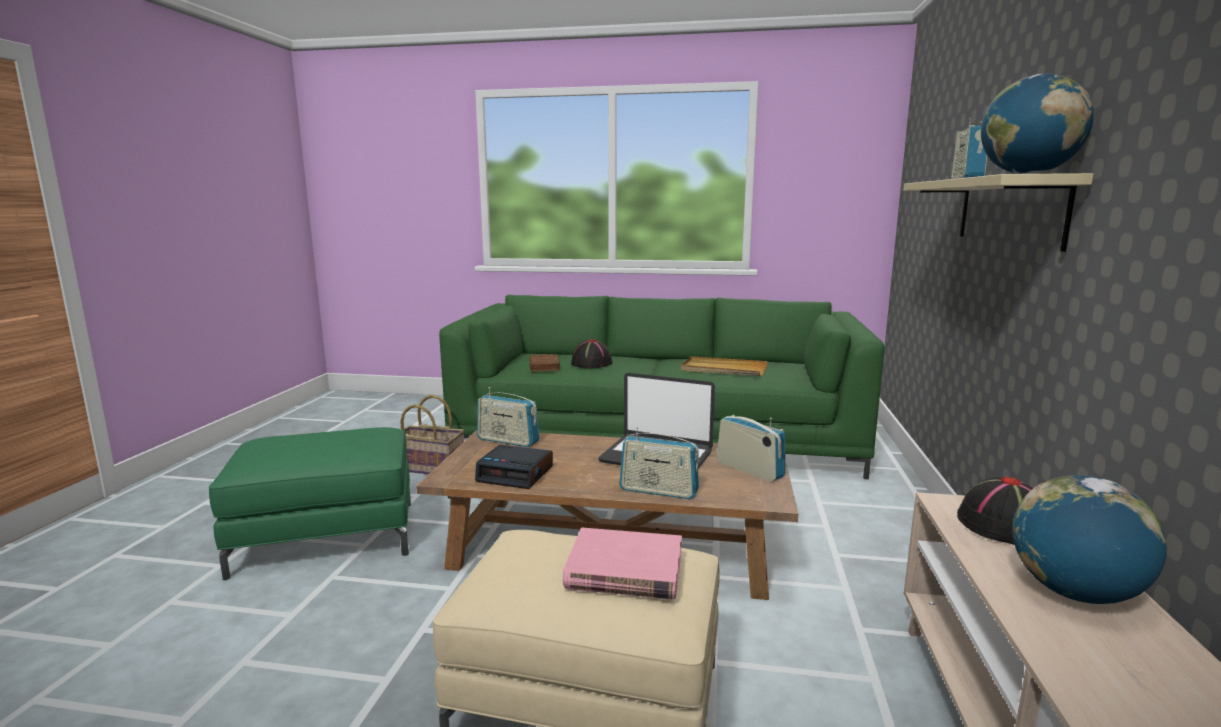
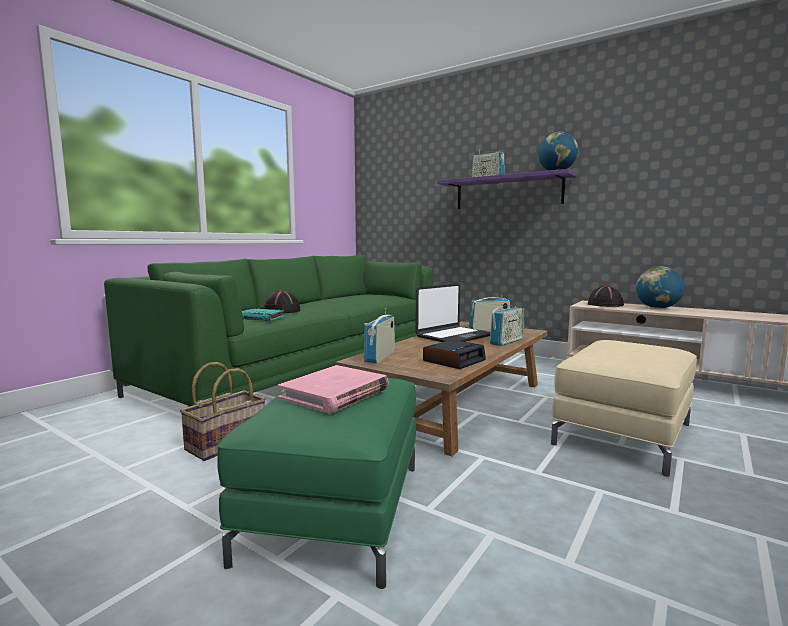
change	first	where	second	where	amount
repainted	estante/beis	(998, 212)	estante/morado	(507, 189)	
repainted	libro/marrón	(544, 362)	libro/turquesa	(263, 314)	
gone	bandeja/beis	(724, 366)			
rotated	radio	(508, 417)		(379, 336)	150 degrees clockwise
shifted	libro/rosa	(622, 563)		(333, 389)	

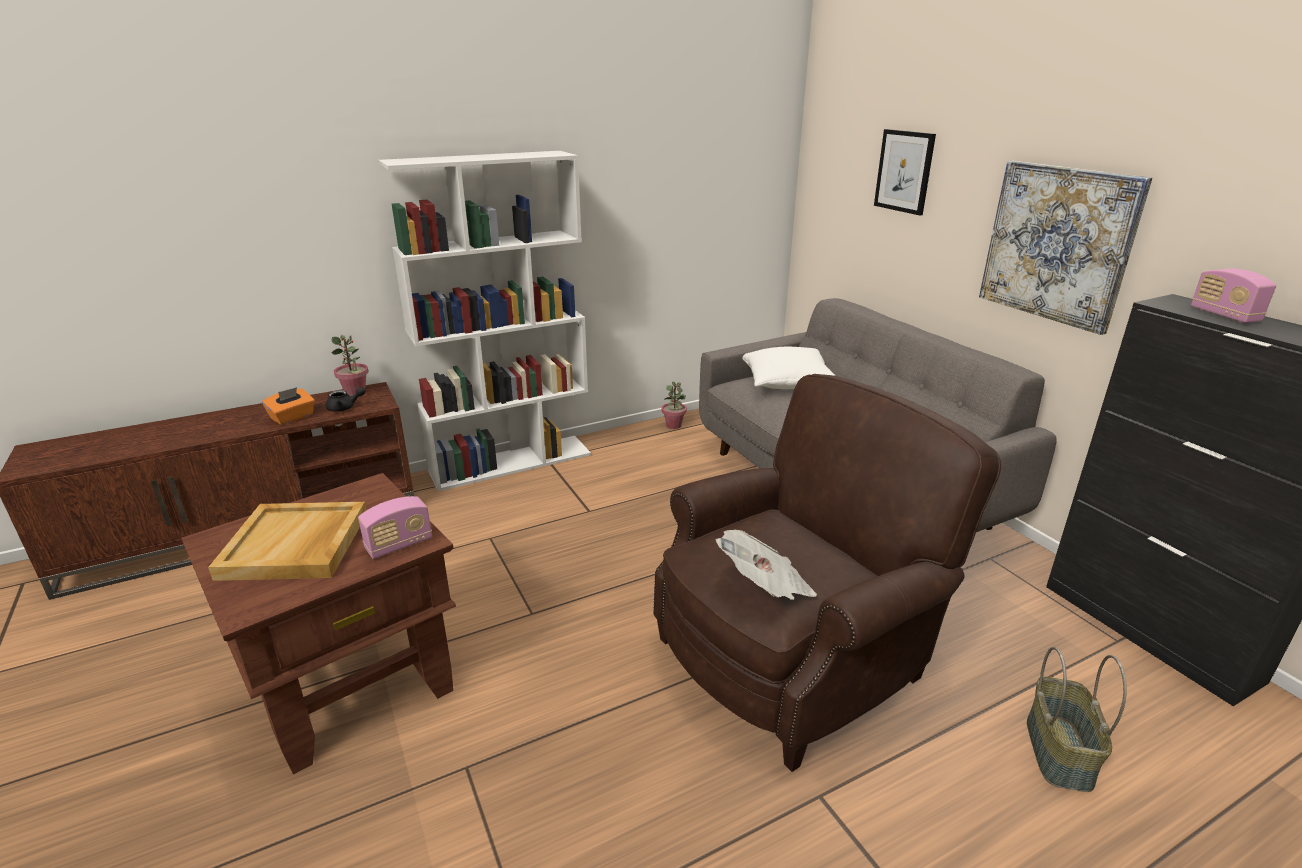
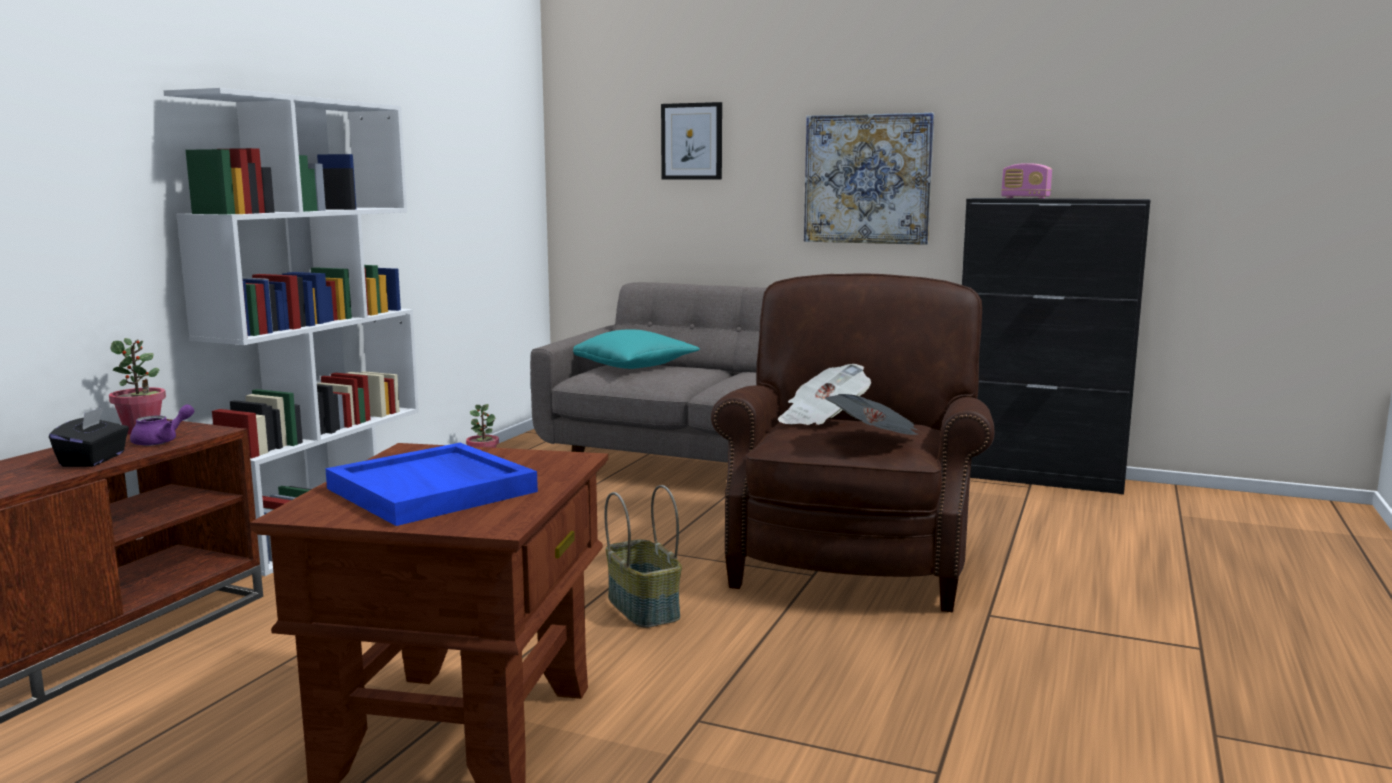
change	first	where	second	where	amount
repainted	cojín/blanco	(789, 368)	cojín/turquesa	(636, 349)	
repainted	caja de pañuelos/naranja	(288, 406)	caja de pañuelos/negro	(89, 437)	
repainted	tetera/negro	(346, 399)	tetera/morado	(162, 425)	
gone	radio	(395, 527)			
repainted	bandeja/beis	(287, 541)	bandeja/azul	(431, 484)	
shifted	cesta	(1077, 719)		(643, 556)	
new			periódico	(824, 394)	

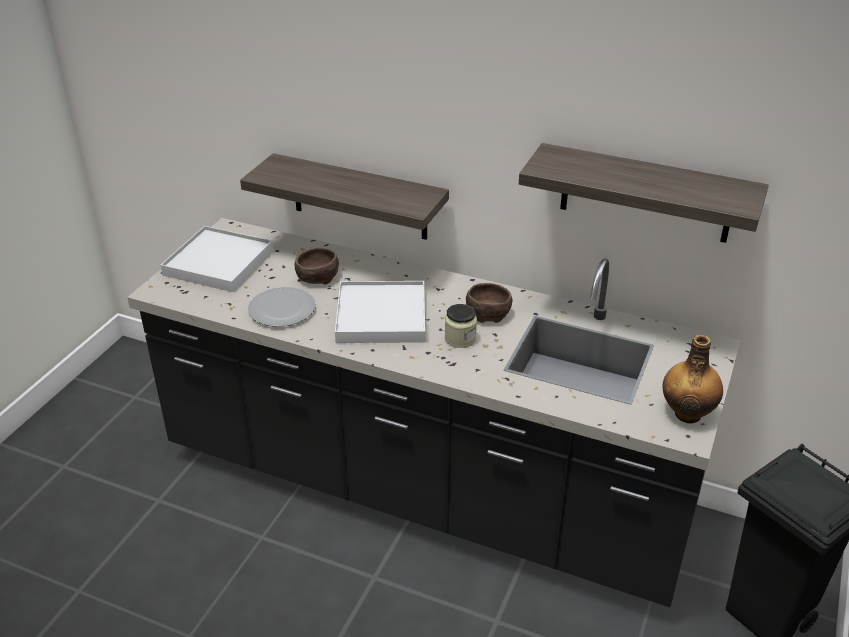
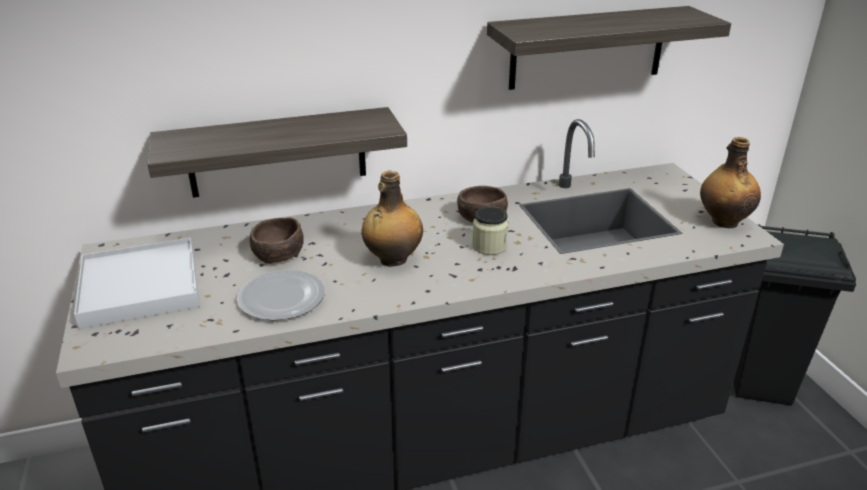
change	first	where	second	where	amount
swapped	bandeja/blanco	(380, 312)	botella	(392, 218)	

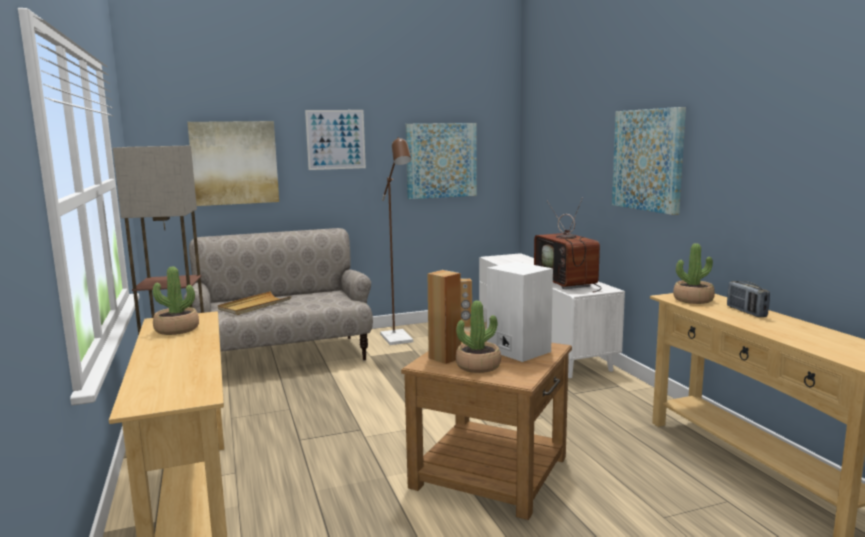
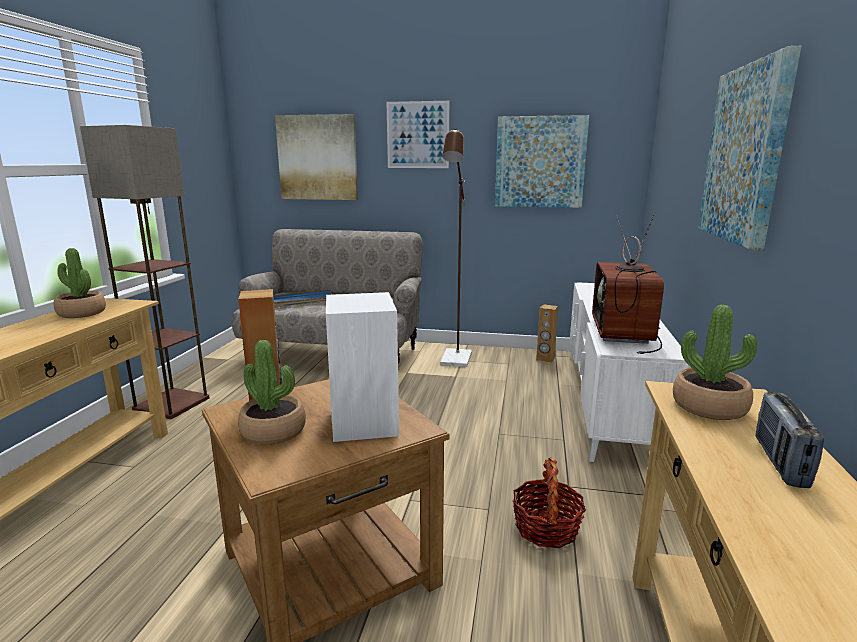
change	first	where	second	where	amount
repainted	bandeja/beis	(254, 303)	bandeja/azul	(302, 298)	
new			cesta	(549, 502)	

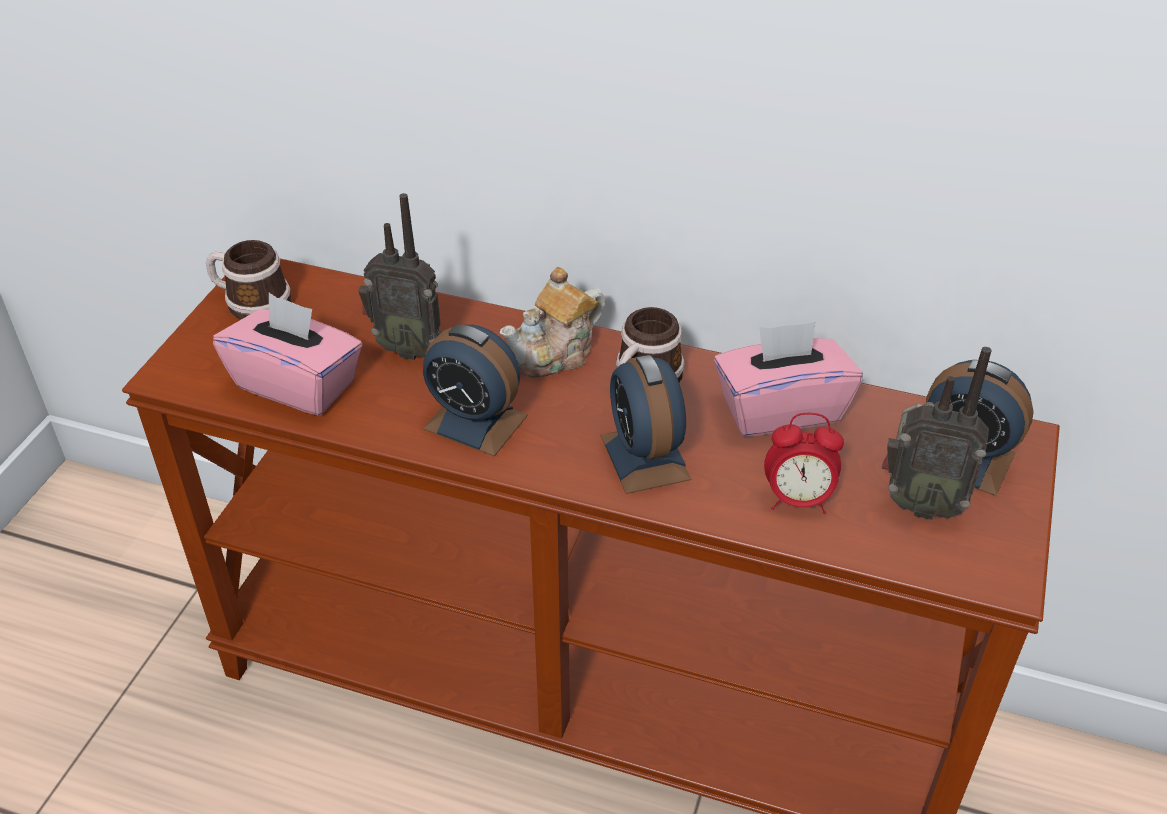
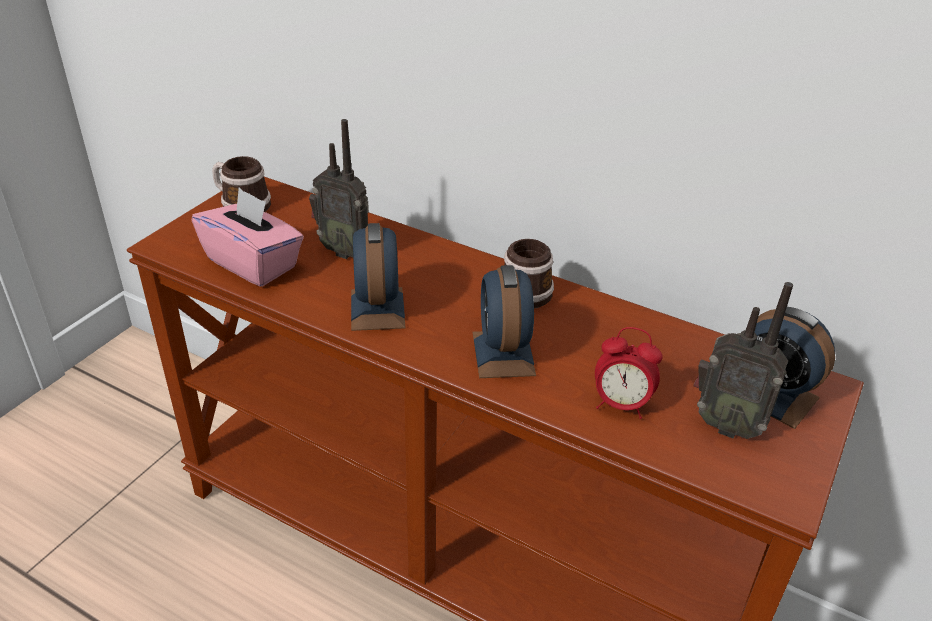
change	first	where	second	where	amount
gone	tetera	(552, 322)			
gone	caja de pañuelos/rosa	(788, 379)			
rotated	despertador	(475, 390)		(378, 277)	45 degrees clockwise

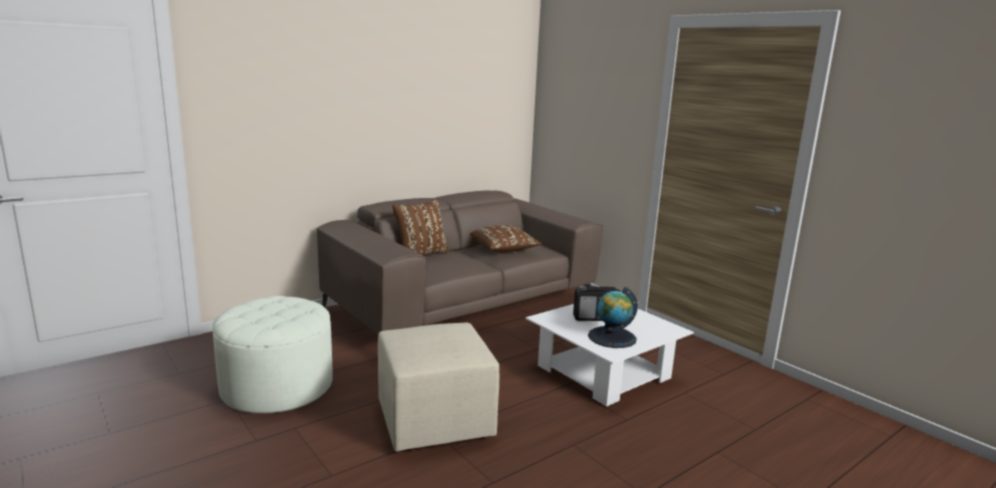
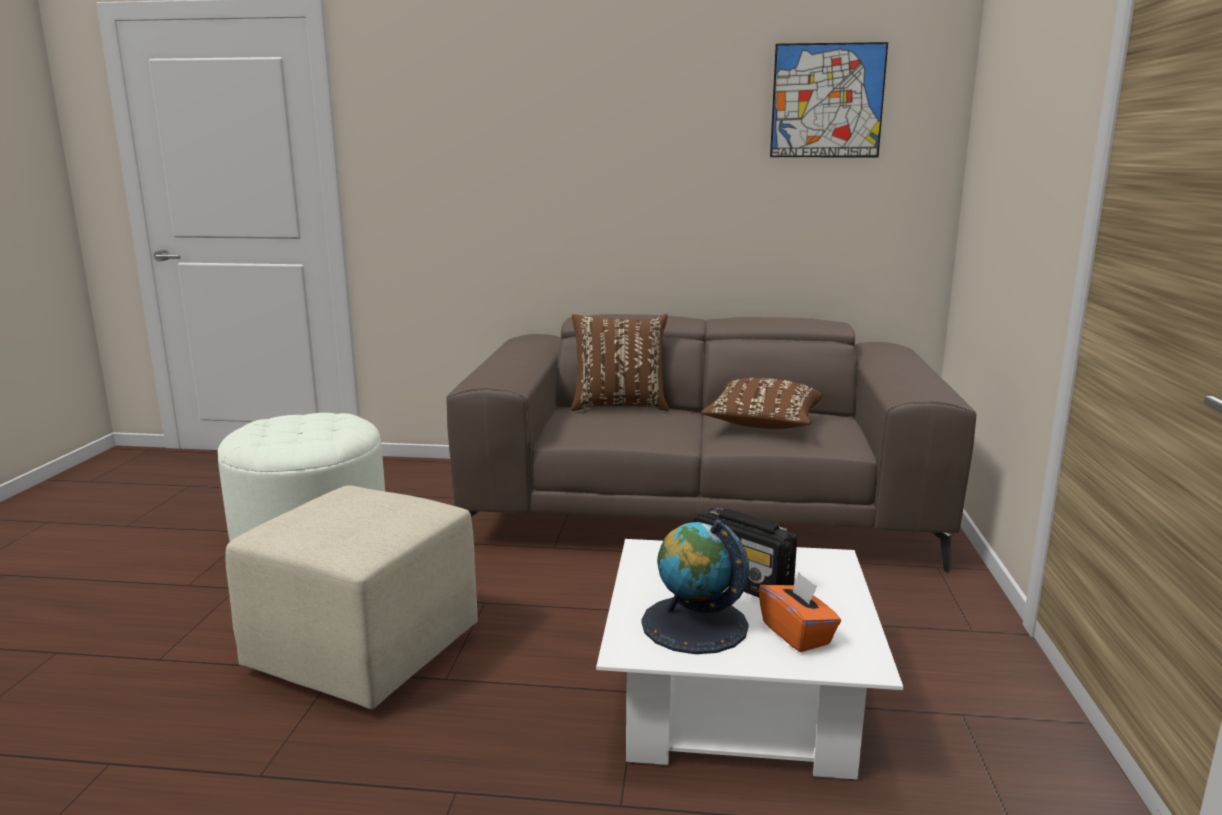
change	first	where	second	where	amount
new			cuadro	(829, 99)	
new			caja de pañuelos/naranja	(799, 612)	

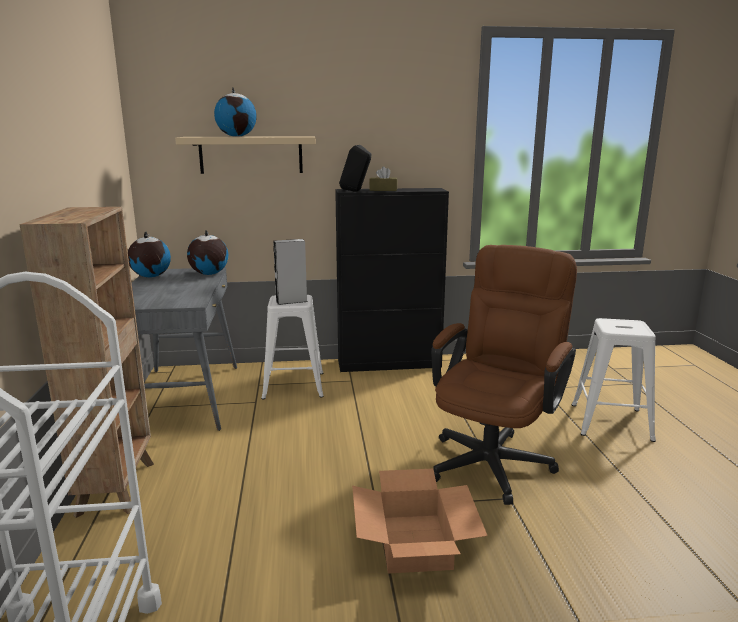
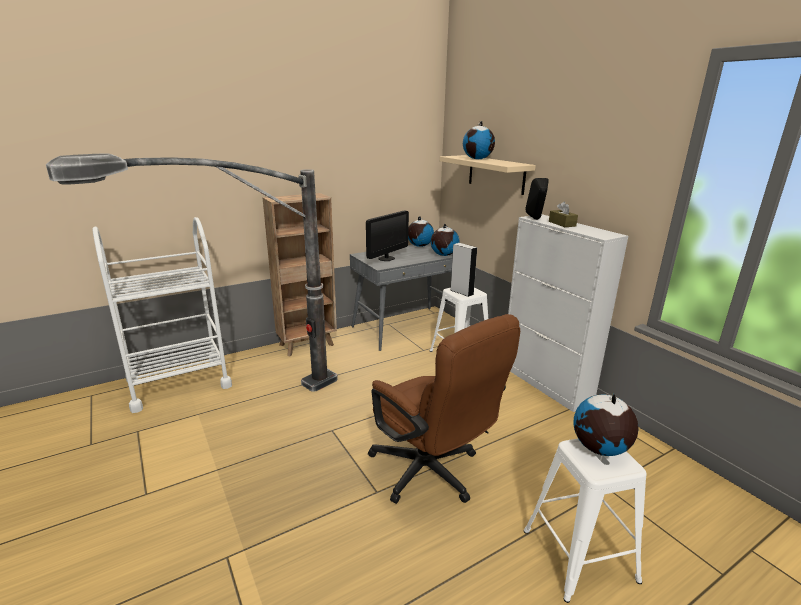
change	first	where	second	where	amount
repainted	armario/negro	(392, 280)	armario/blanco	(568, 313)	
rotated	silla de oficina/marrón	(504, 375)		(444, 409)	45 degrees clockwise
gone	caja de cartón	(420, 521)			
new			lámpara de pie	(192, 272)	
new			monitor	(387, 235)	
new			globo terráqueo	(606, 424)	

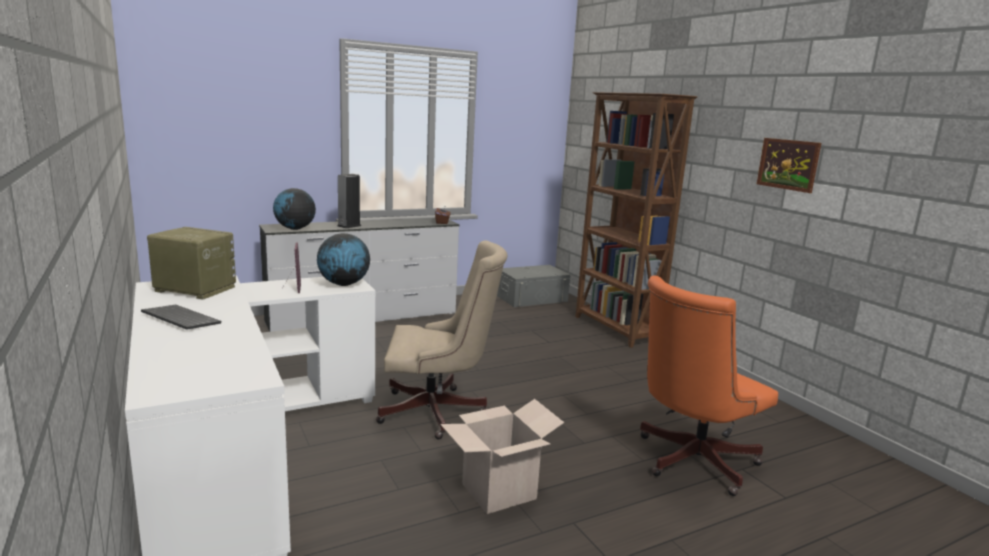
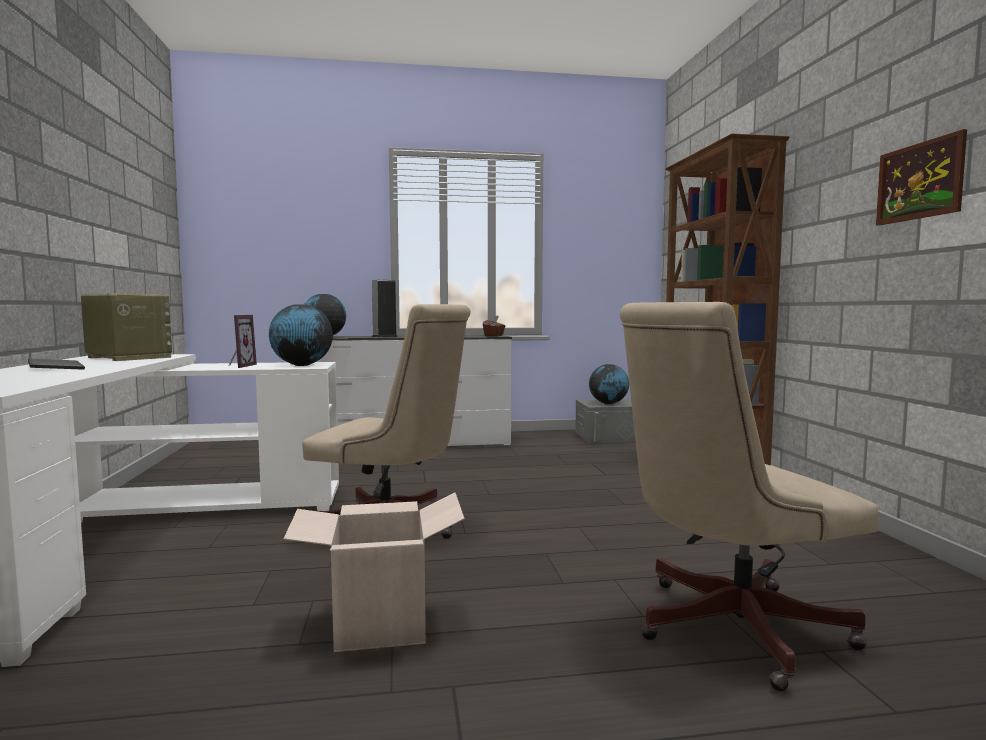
change	first	where	second	where	amount
repainted	silla de oficina/naranja	(709, 386)	silla de oficina/beis	(749, 497)	
new			globo terráqueo	(609, 384)	

